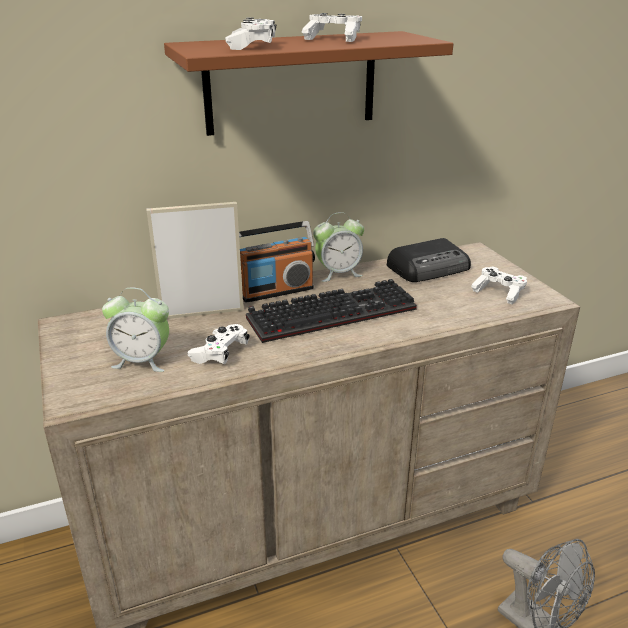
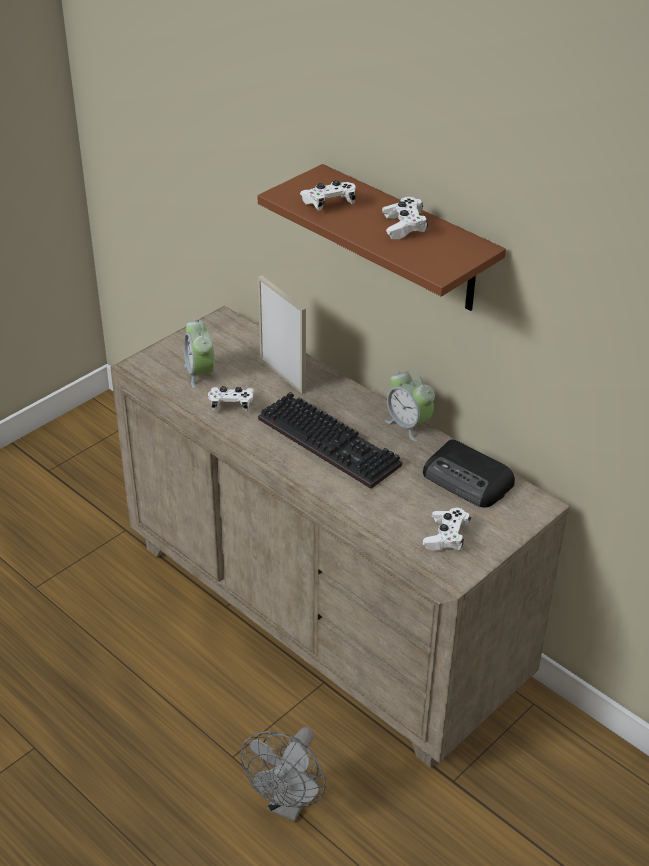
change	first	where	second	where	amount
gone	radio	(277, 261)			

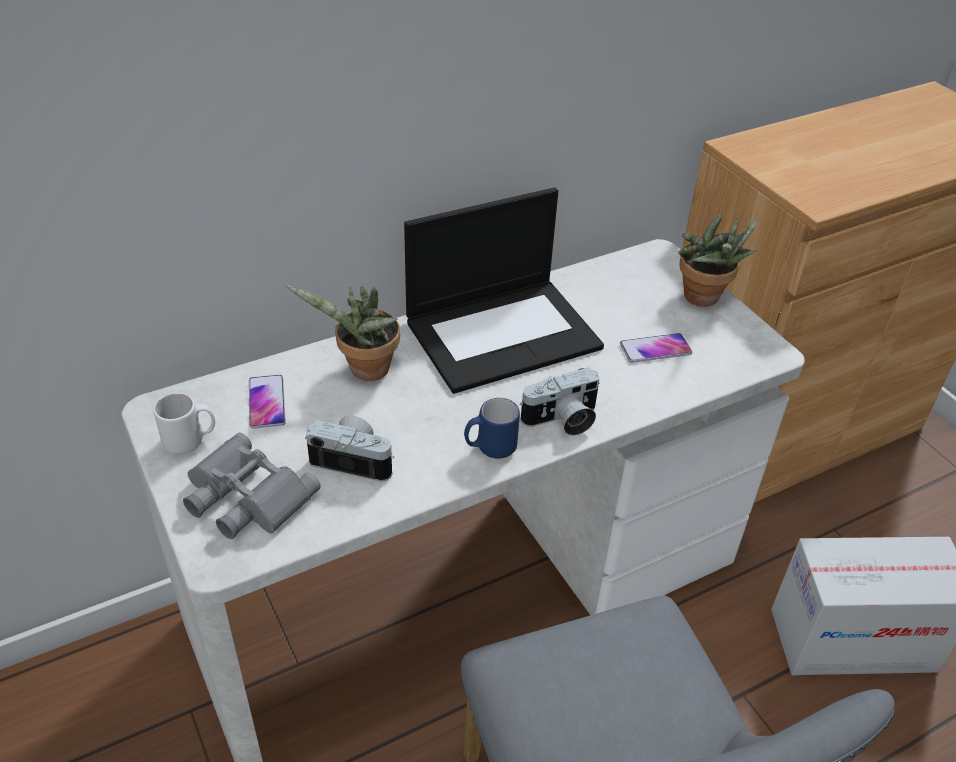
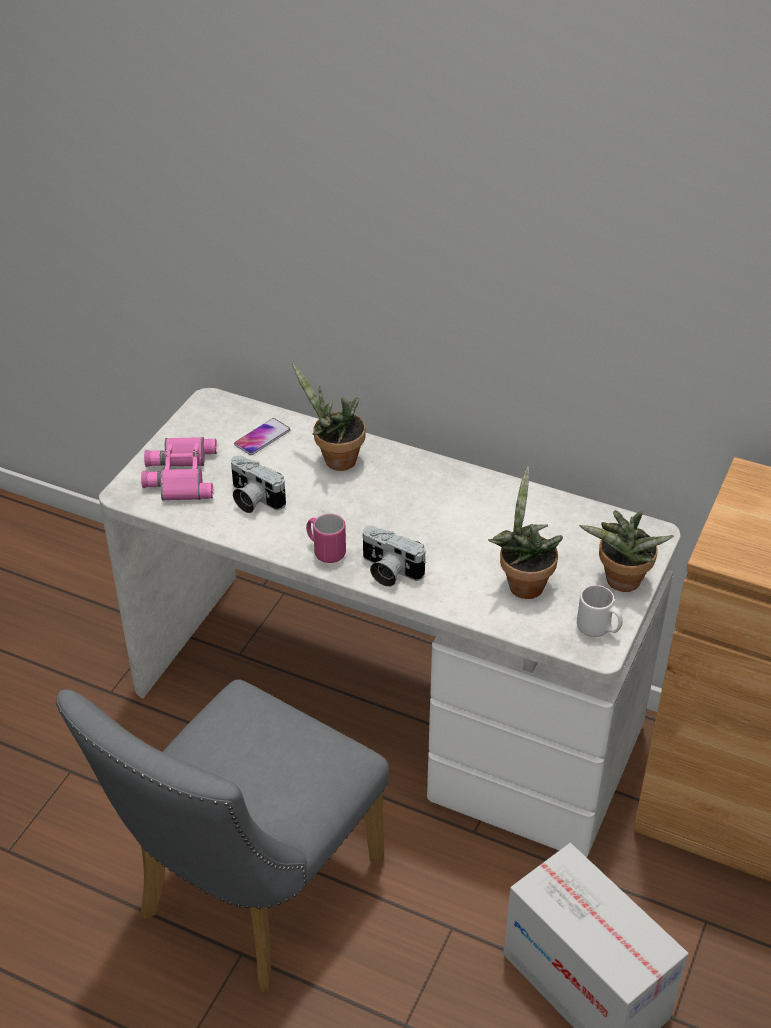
change	first	where	second	where	amount
gone	portátil	(504, 291)			
swapped	móvil	(656, 348)	planta en maceta	(525, 532)	
shifted	taza grande/blanco	(184, 424)		(600, 611)	
repainted	taza grande/azul	(492, 428)	taza grande/rosa	(326, 538)	
rotated	cámara	(349, 449)		(258, 484)	150 degrees clockwise
repainted	prismáticos/gris	(252, 485)	prismáticos/rosa	(179, 469)	

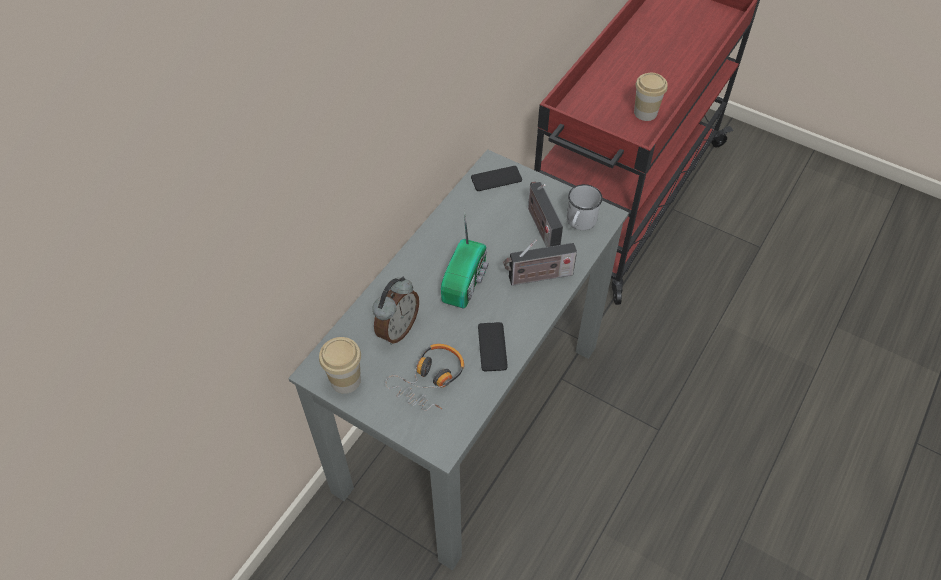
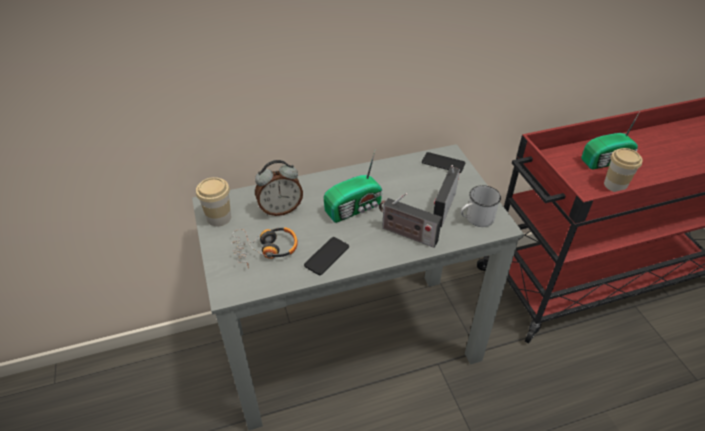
change	first	where	second	where	amount
new			radio	(610, 140)	

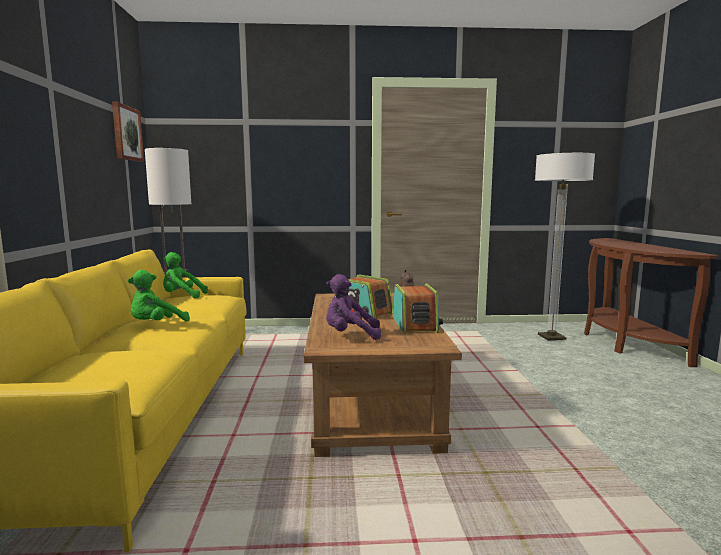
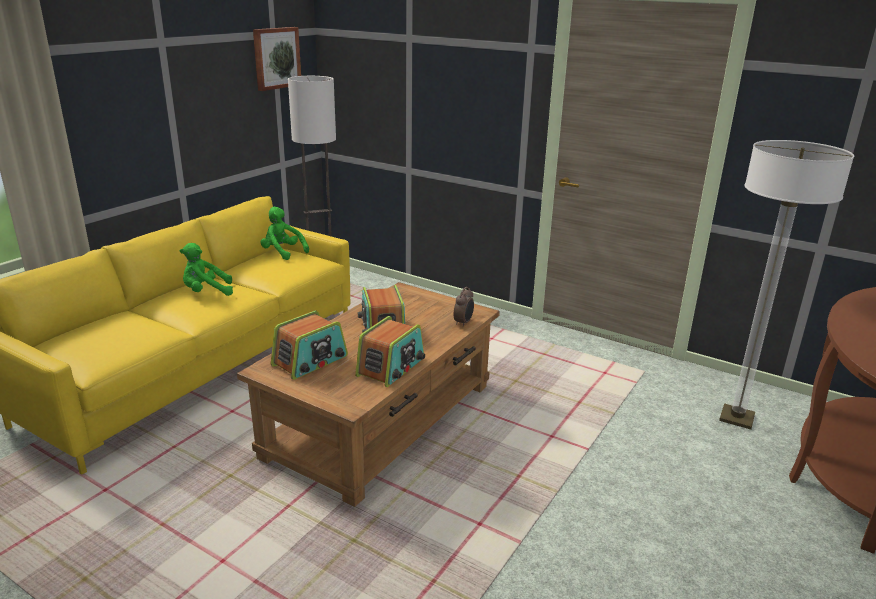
change	first	where	second	where	amount
swapped	peluche/morado	(353, 307)	radio	(309, 345)	

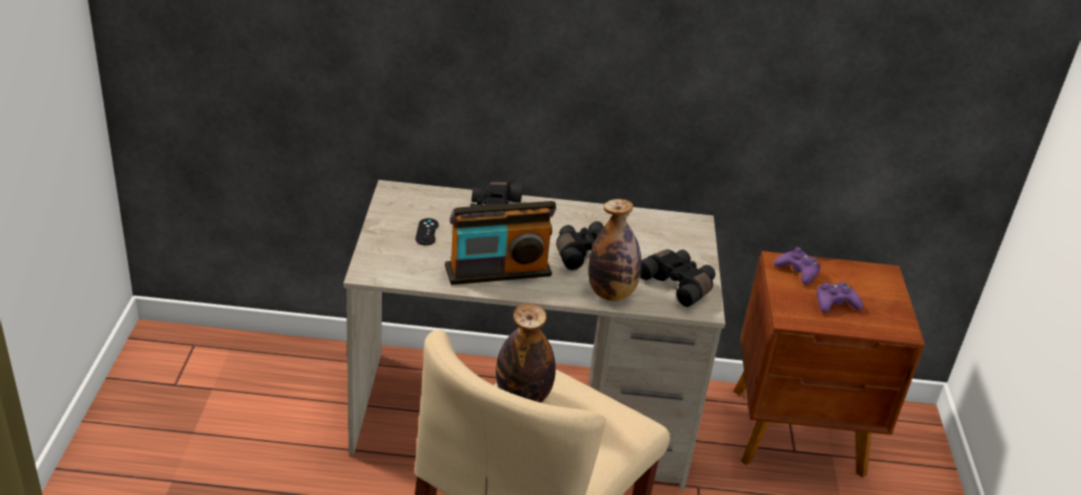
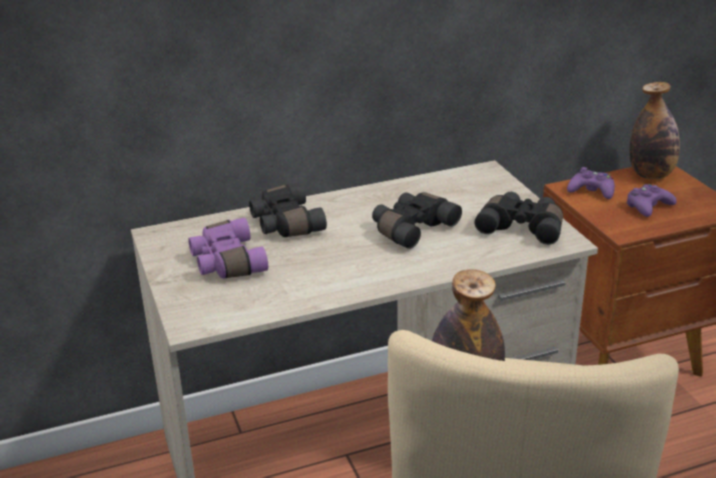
change	first	where	second	where	amount
shifted	botella	(615, 250)		(654, 130)	
gone	radio	(500, 243)			
swapped	mando de consola/negro	(427, 231)	prismáticos/morado	(228, 248)	

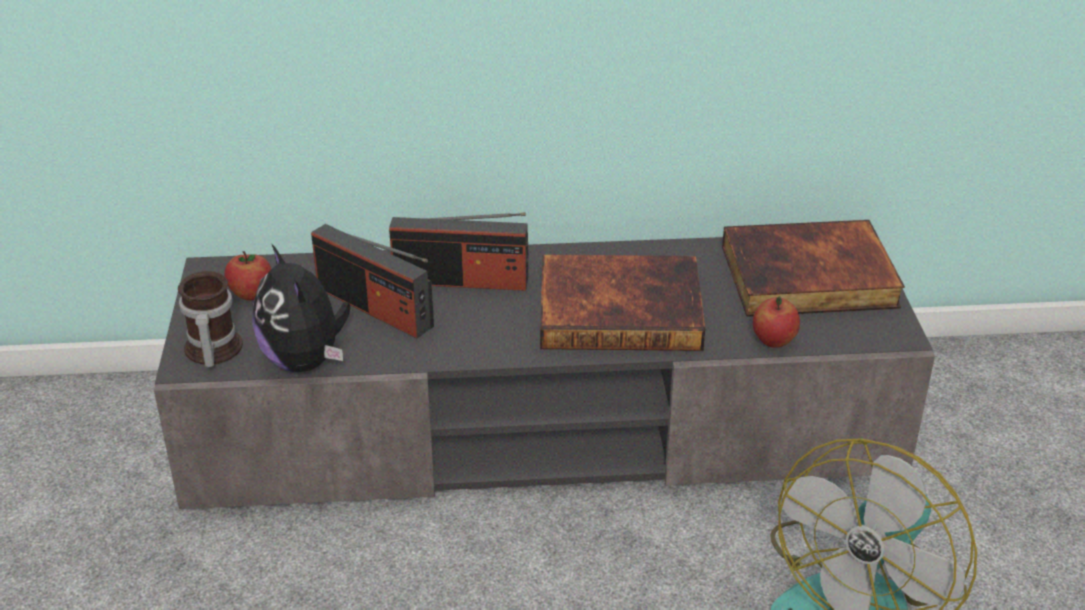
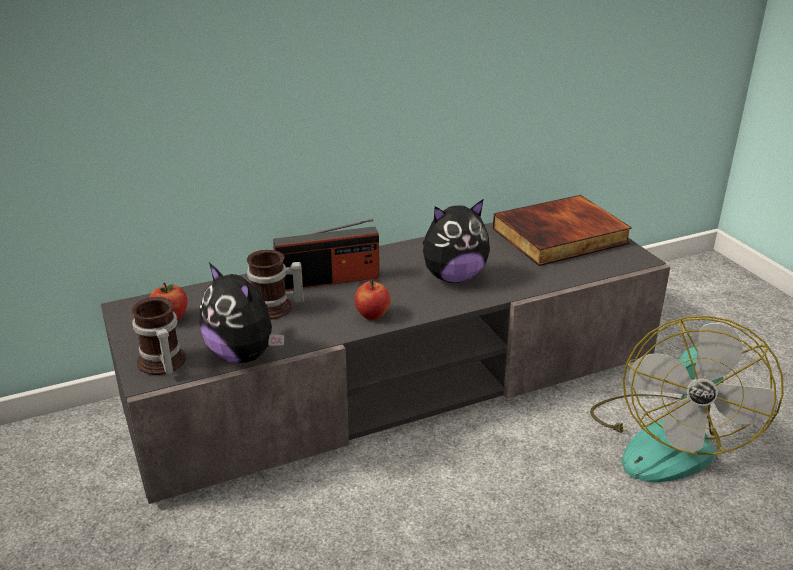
change	first	where	second	where	amount
swapped	radio	(372, 281)	taza grande	(275, 285)	
swapped	libro	(622, 302)	peluche	(456, 241)	
shifted	manzana	(776, 322)		(373, 299)	

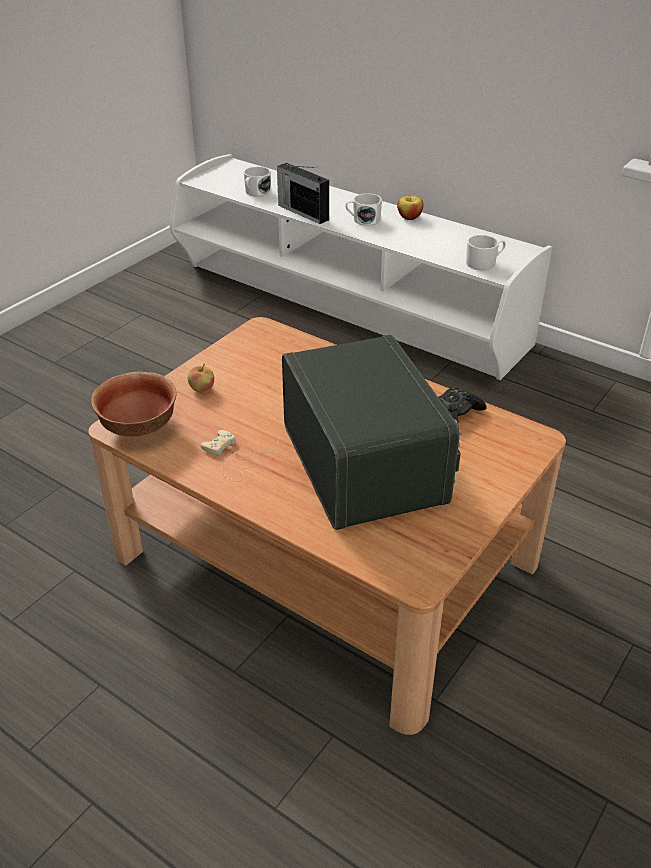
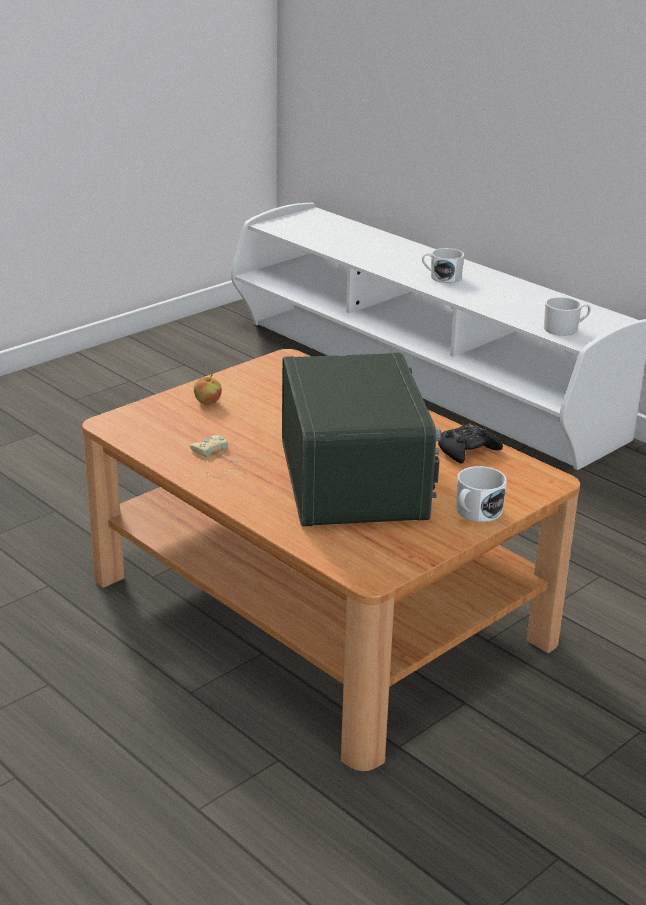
change	first	where	second	where	amount
gone	radio	(303, 193)			
shifted	taza grande/blanco	(257, 182)		(481, 494)	
gone	manzana	(410, 207)			
gone	cuenco	(133, 404)			

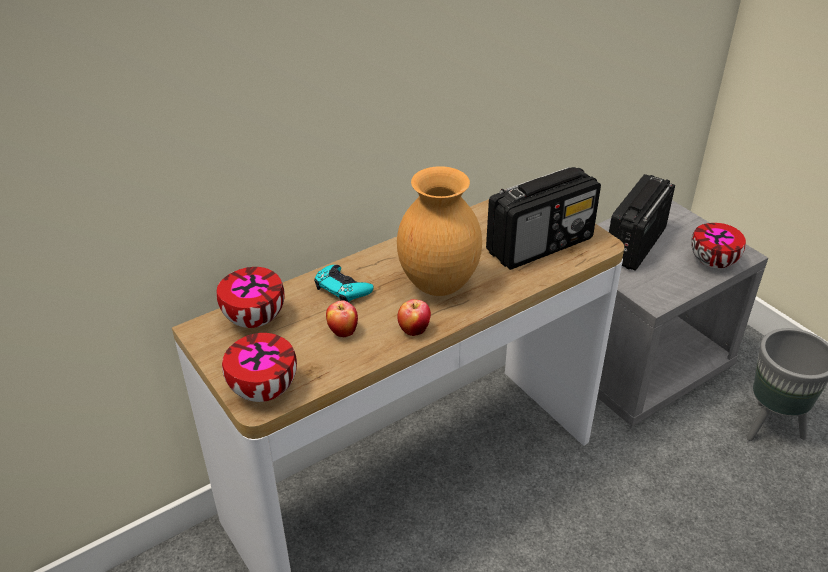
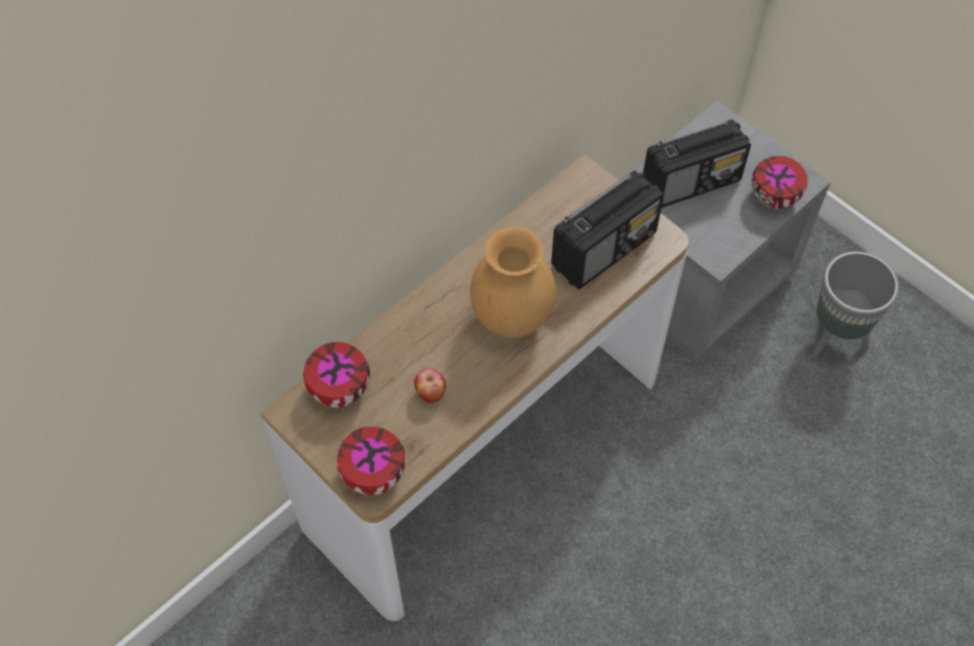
change	first	where	second	where	amount
rotated	radio	(642, 222)		(697, 163)	135 degrees counterclockwise
gone	mando de consola/turquesa	(344, 283)			
gone	manzana	(414, 317)			

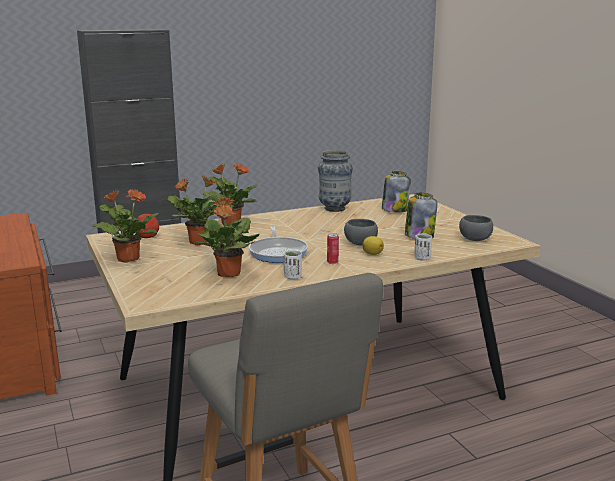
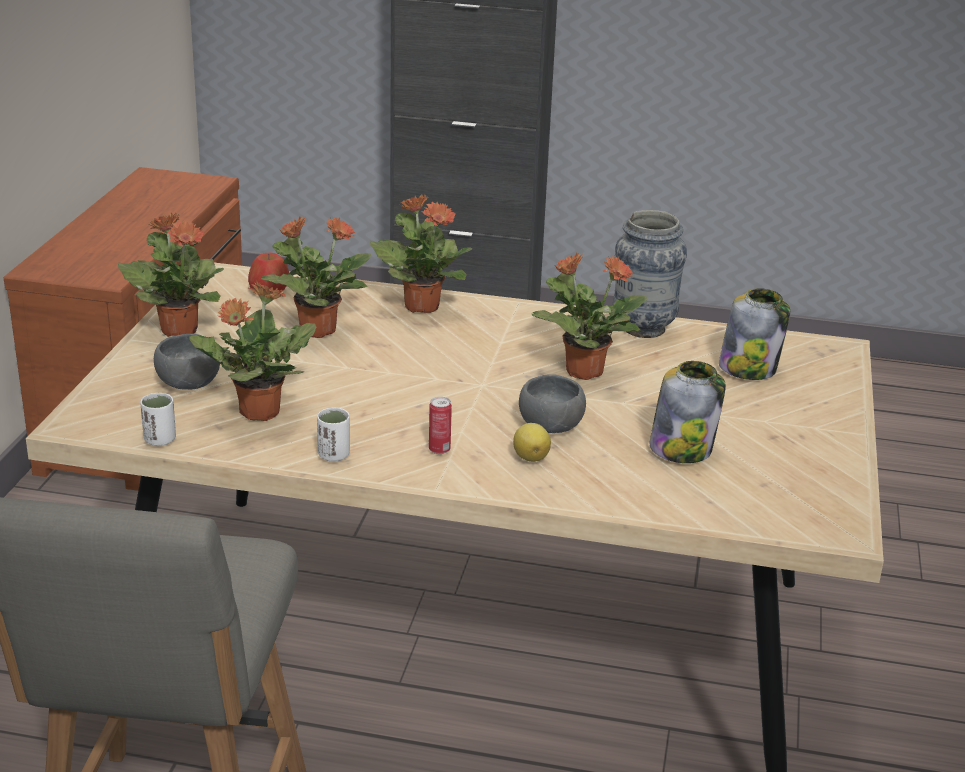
change	first	where	second	where	amount
shifted	cuenco/gris	(476, 228)		(187, 362)	
gone	sartén	(278, 244)			
shifted	taza/blanco	(423, 247)		(158, 419)	
new			planta en maceta	(589, 316)	

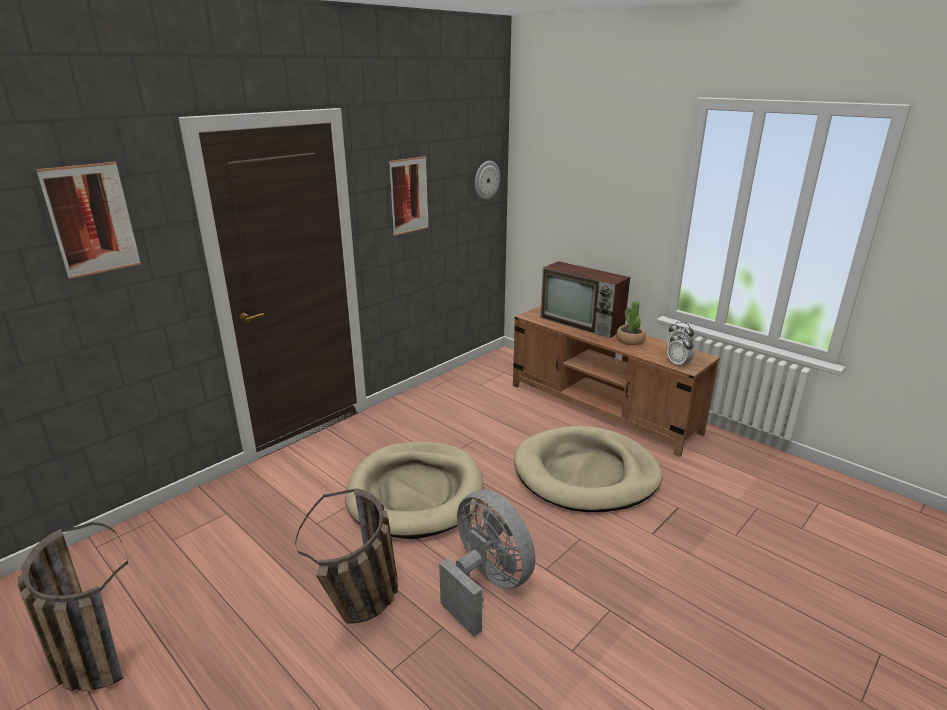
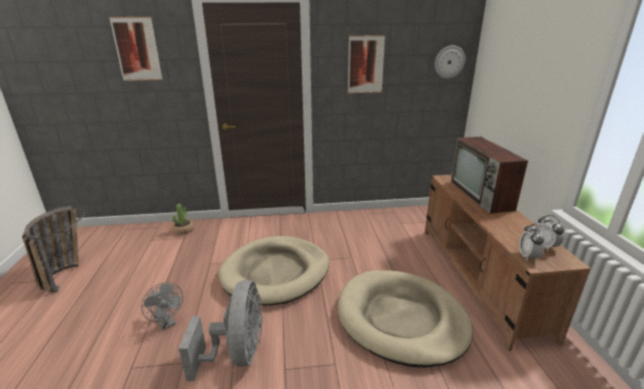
change	first	where	second	where	amount
shifted	planta en maceta	(631, 322)		(183, 219)	
swapped	cesta	(346, 555)	ventilador/gris	(162, 306)	

